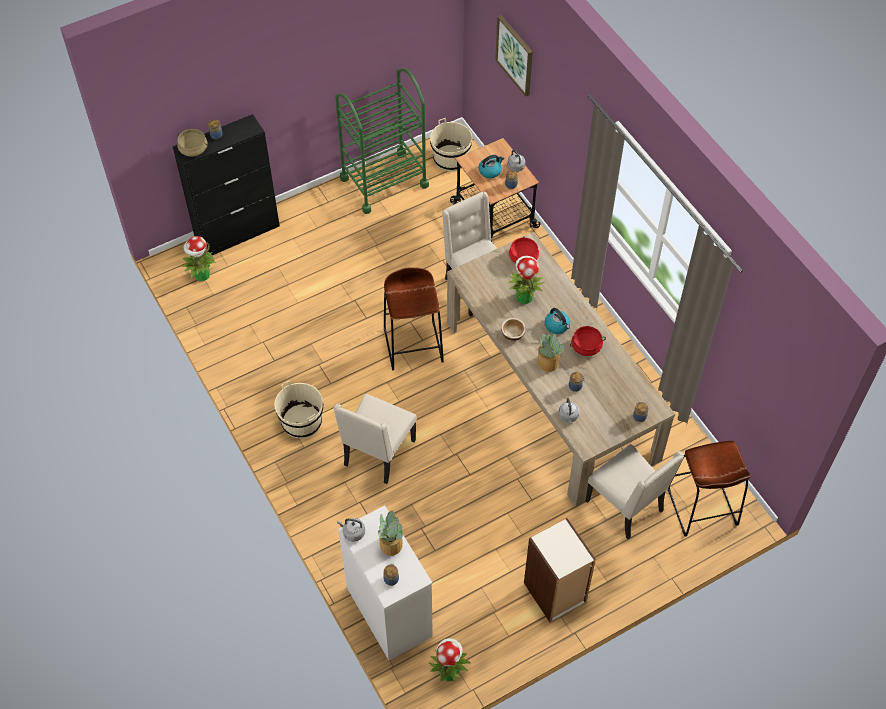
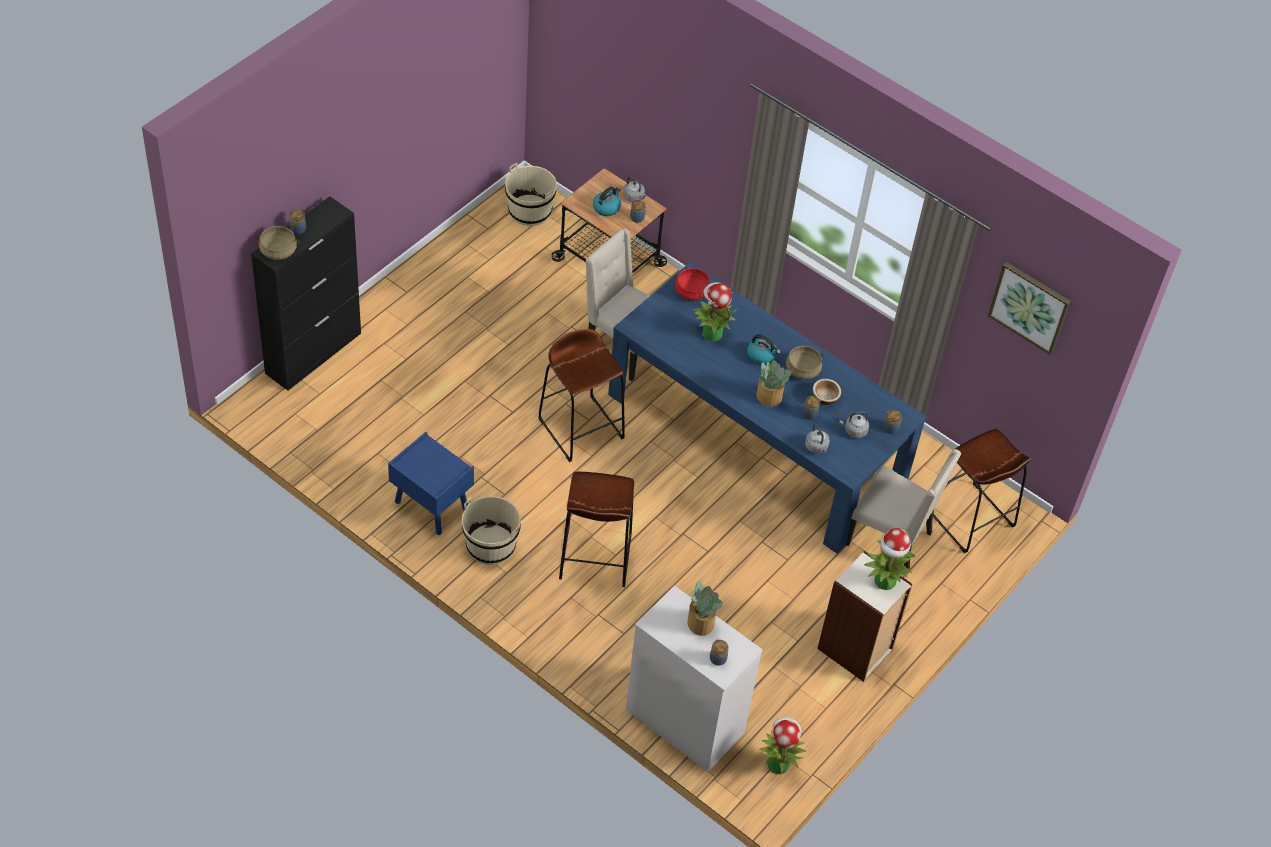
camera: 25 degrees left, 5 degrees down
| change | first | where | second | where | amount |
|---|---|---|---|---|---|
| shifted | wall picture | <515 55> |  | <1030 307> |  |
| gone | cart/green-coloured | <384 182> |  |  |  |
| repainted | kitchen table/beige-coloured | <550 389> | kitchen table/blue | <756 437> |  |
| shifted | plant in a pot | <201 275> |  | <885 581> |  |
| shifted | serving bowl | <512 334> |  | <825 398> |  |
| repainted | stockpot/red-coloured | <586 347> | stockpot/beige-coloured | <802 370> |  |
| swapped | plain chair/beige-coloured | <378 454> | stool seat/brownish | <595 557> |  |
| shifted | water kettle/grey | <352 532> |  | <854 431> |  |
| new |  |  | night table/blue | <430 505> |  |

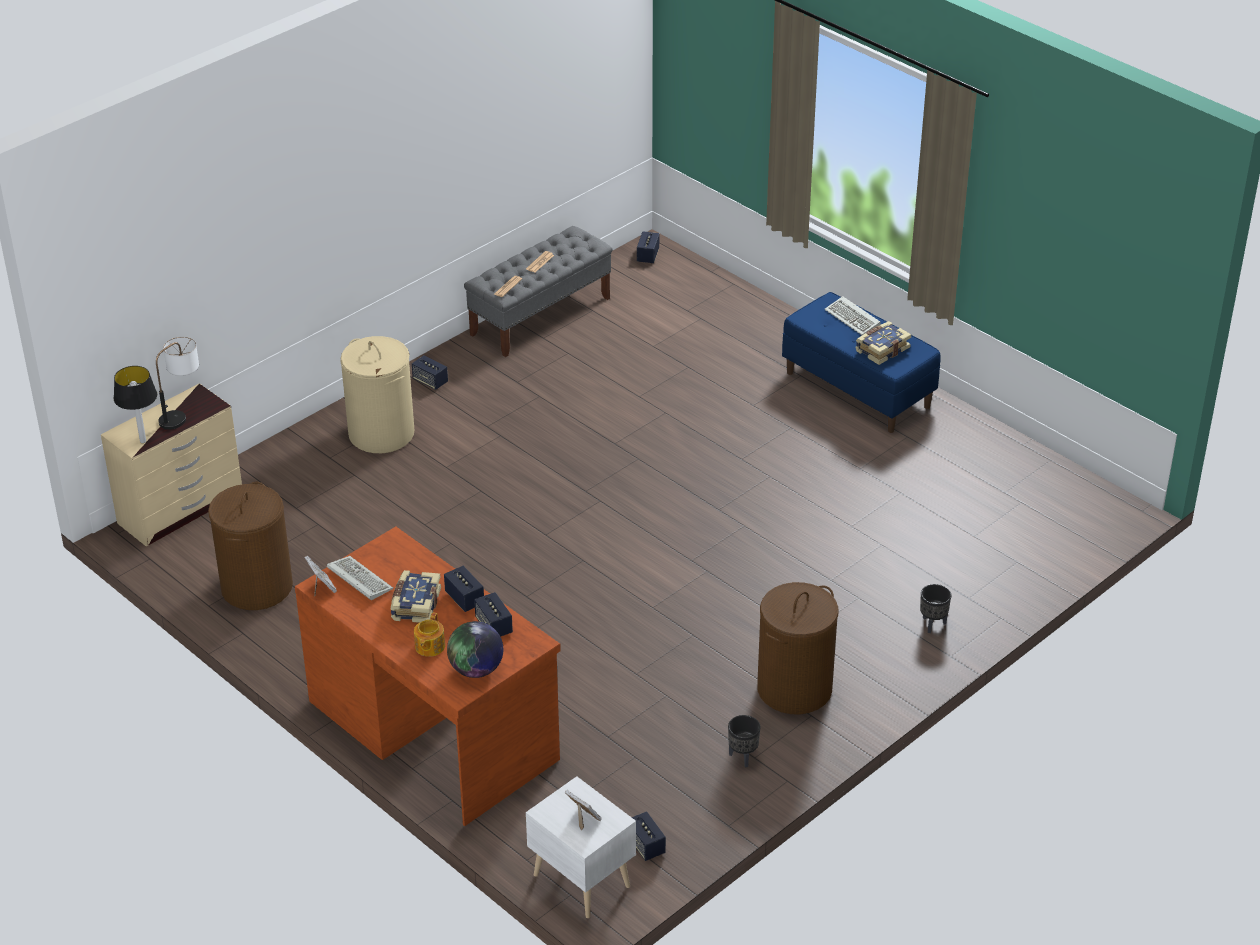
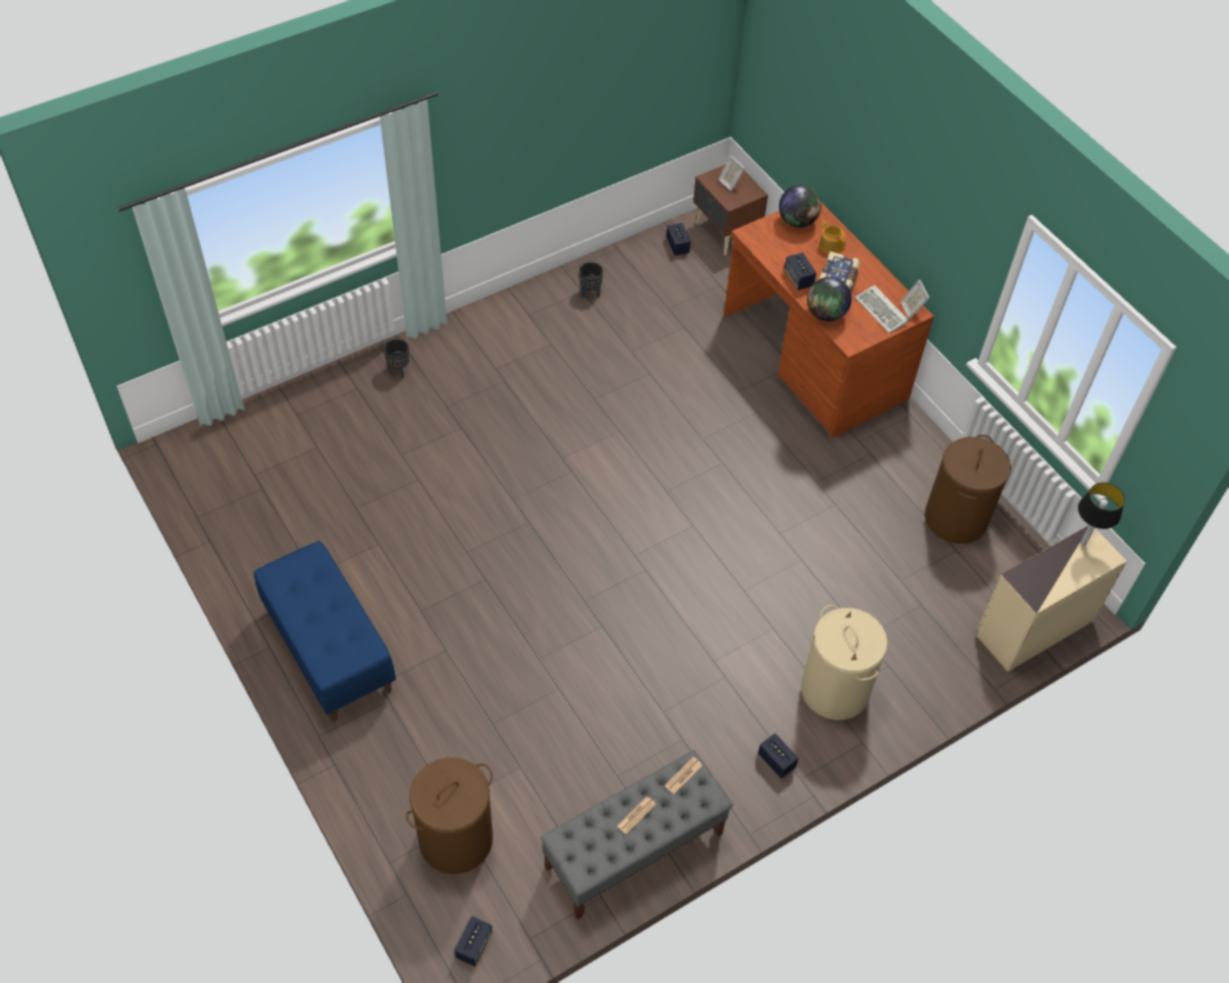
camera: 170 degrees left, 15 degrees up
| change | first | where | second | where | amount |
|---|---|---|---|---|---|
| gone | keyboard | <853 319> |  |  |  |
| gone | volume | <881 349> |  |  |  |
| gone | tabletop lamp | <182 414> |  |  |  |
| shifted | hamper/brownish | <794 689> |  | <456 838> |  |
| gone | loudspeaker | <494 626> |  |  |  |
| rotated | teapot | <429 647> |  | <830 245> | 60 degrees counterclockwise |
| repainted | night table/whitish | <582 879> | night table/brownish | <725 233> |  |
| new |  |  | desk globe | <826 314> |  |

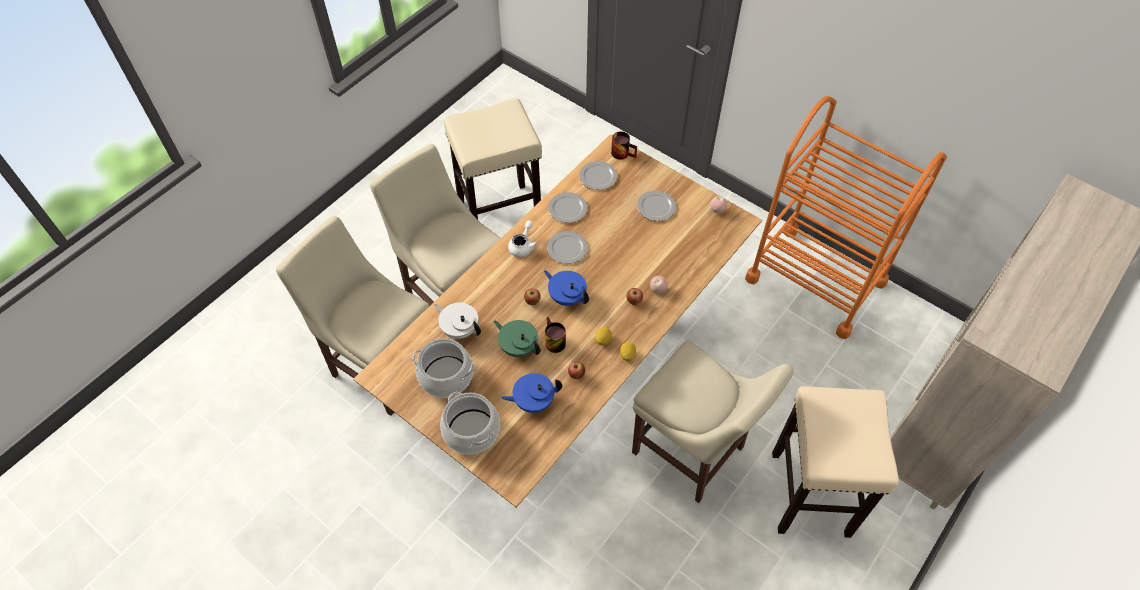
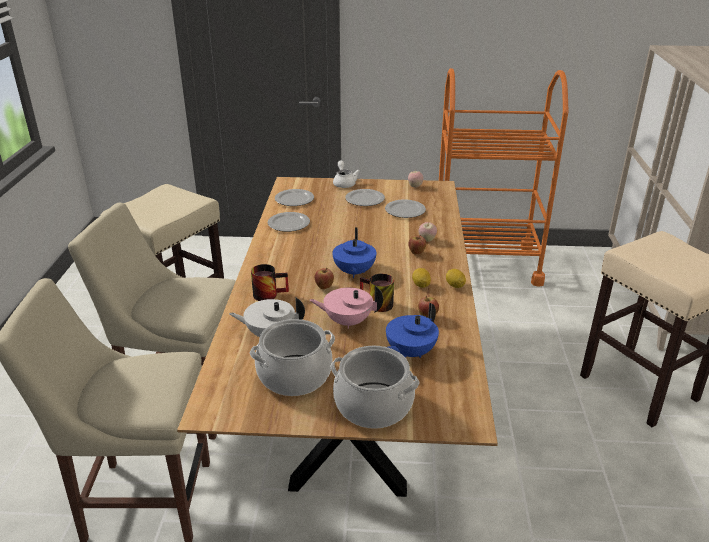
camera: 35 degrees left, 25 degrees down
| change | first | where | second | where | amount |
|---|---|---|---|---|---|
| shifted | tea mug | <623 153> |  | <269 293> |  |
| shifted | teapot/whitish | <523 246> |  | <344 183> |  |
| shifted | flat dish | <568 248> |  | <405 210> |  |
| rotated | teapot/blue | <567 297> |  | <353 272> | 90 degrees counterclockwise |
| repainted | teapot/green-coloured | <518 347> | teapot/pinkish | <347 321> |  |
| gone | plain chair/beige-coloured | <692 454> |  |  |  |

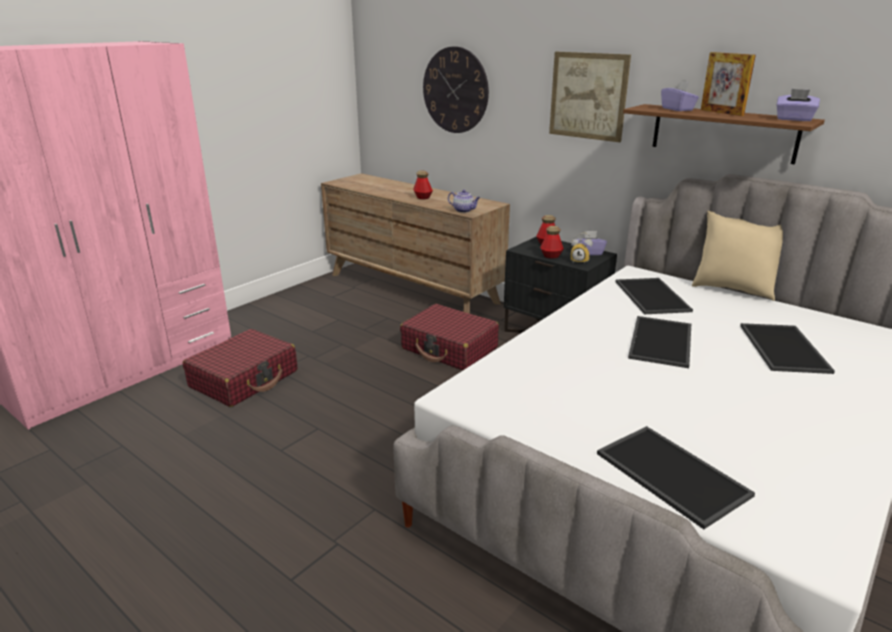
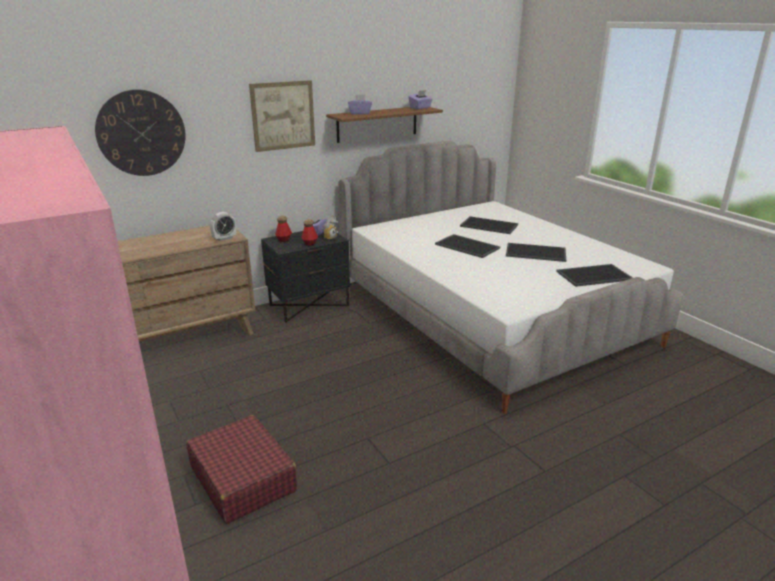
camera: 70 degrees left, 0 degrees up
| change | first | where | second | where | amount |
|---|---|---|---|---|---|
| gone | photo frame | <721 112> |  |  |  |
| gone | drink bottle | <423 197> |  |  |  |
| swapped | teapot | <464 210> | bedside clock | <224 238> |  |
| gone | cushion/beige-coloured | <732 289> |  |  |  |
| shifted | serving tray | <650 296> |  | <535 253> |  |
| gone | travel case/red-coloured | <449 348> |  |  |  |

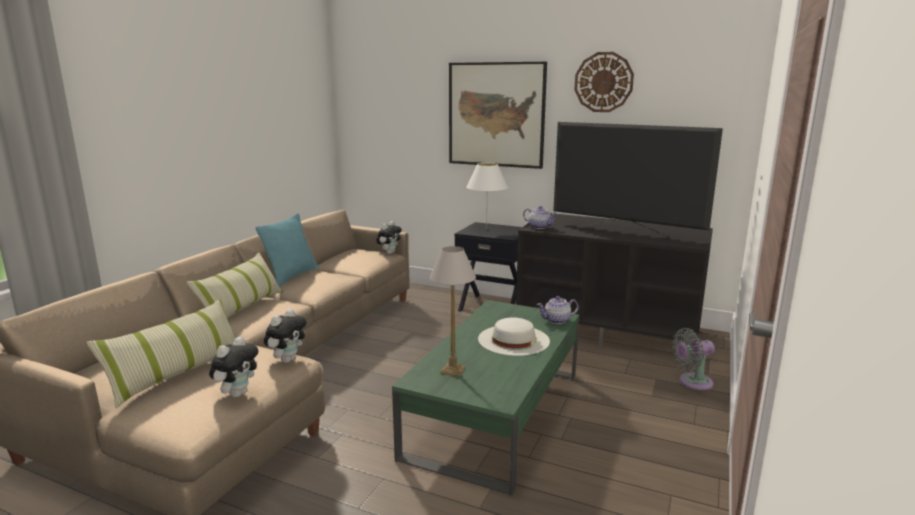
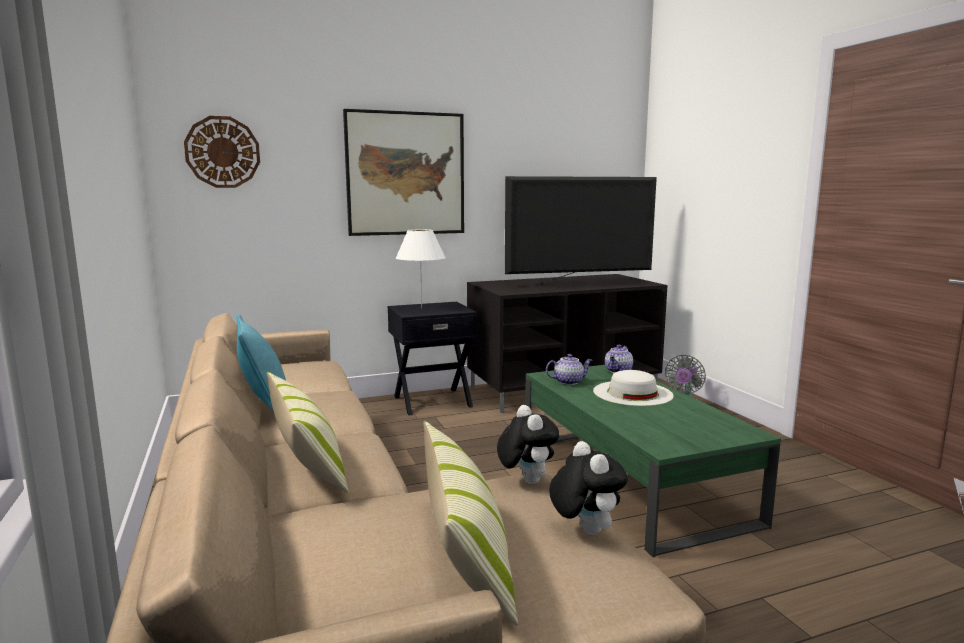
camera: 45 degrees left, 5 degrees down
| change | first | where | second | where | amount |
|---|---|---|---|---|---|
| shifted | clock on the wall | <603 82> |  | <222 152> |  |
| shifted | teapot | <540 227> |  | <568 381> |  |
| gone | soft toy | <389 253> |  |  |  |
| gone | tabletop lamp | <453 370> |  |  |  |

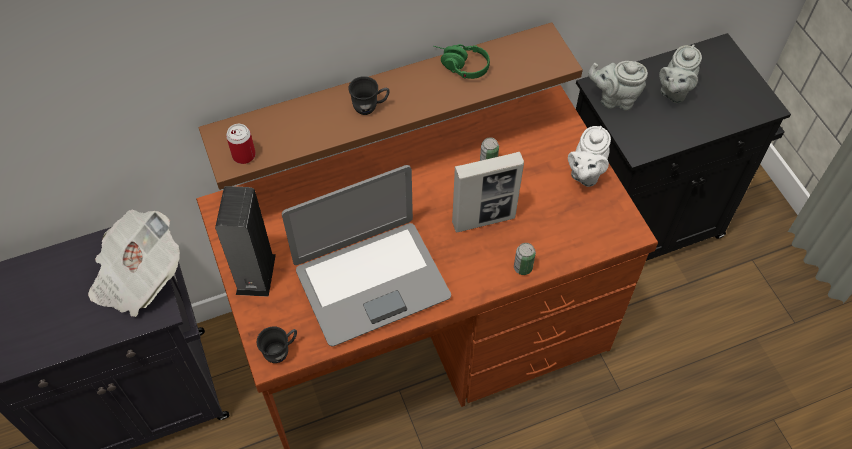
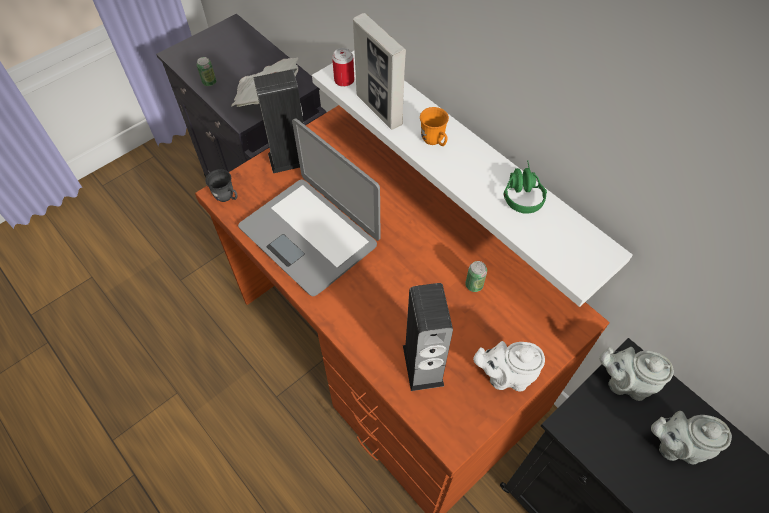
camera: 70 degrees right, 0 degrees up
| change | first | where | second | where | amount |
|---|---|---|---|---|---|
| repainted | bracket shelf/brownish | <383 95> | bracket shelf/whitish | <476 161> |  |
| rotated | teapot/grey | <614 99> |  | <625 382> | 60 degrees counterclockwise |
| repainted | tea mug/grey | <370 107> | tea mug/orange-coloured | <434 142> |  |
| shifted | photo frame | <484 220> |  | <379 110> |  |
| shifted | can | <523 268> |  | <209 82> |  |
| new |  |  | loudspeaker | <423 365> |  |

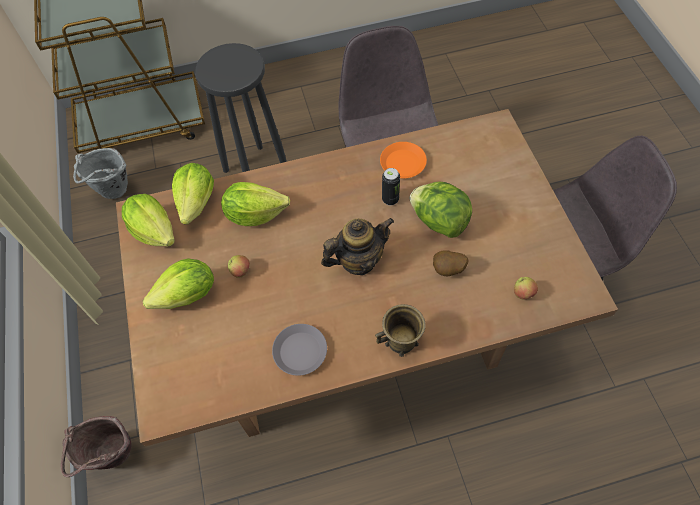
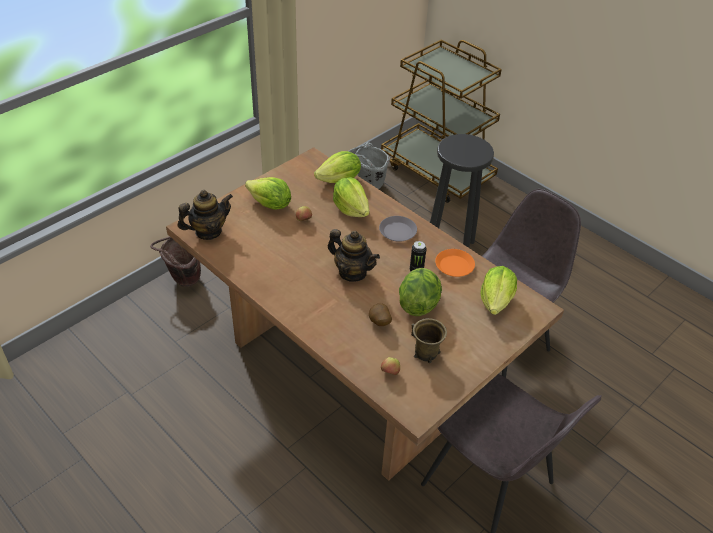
camera: 55 degrees right, 15 degrees down
| change | first | where | second | where | amount |
|---|---|---|---|---|---|
| shifted | lettuce head | <154 231> |  | <496 301> |  |
| shifted | tea mug/brownish | <401 341> |  | <425 353> |  |
| shifted | flat dish/grey | <300 351> |  | <398 232> |  |
| new |  |  | teapot | <208 231> |  |

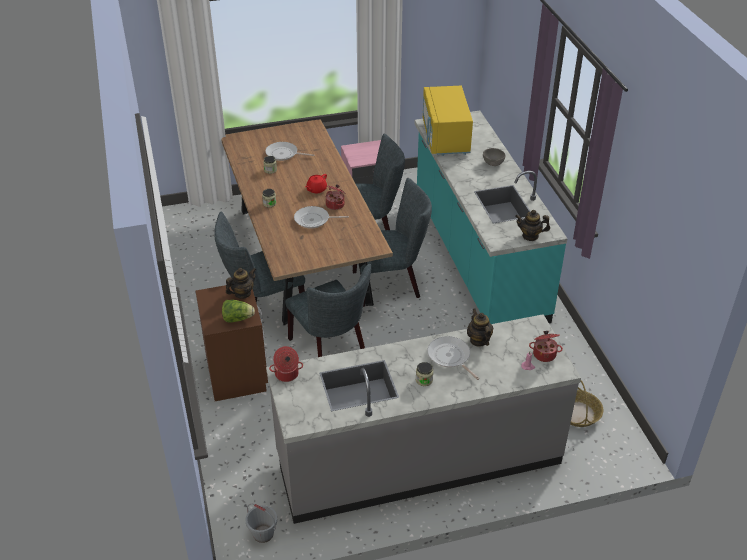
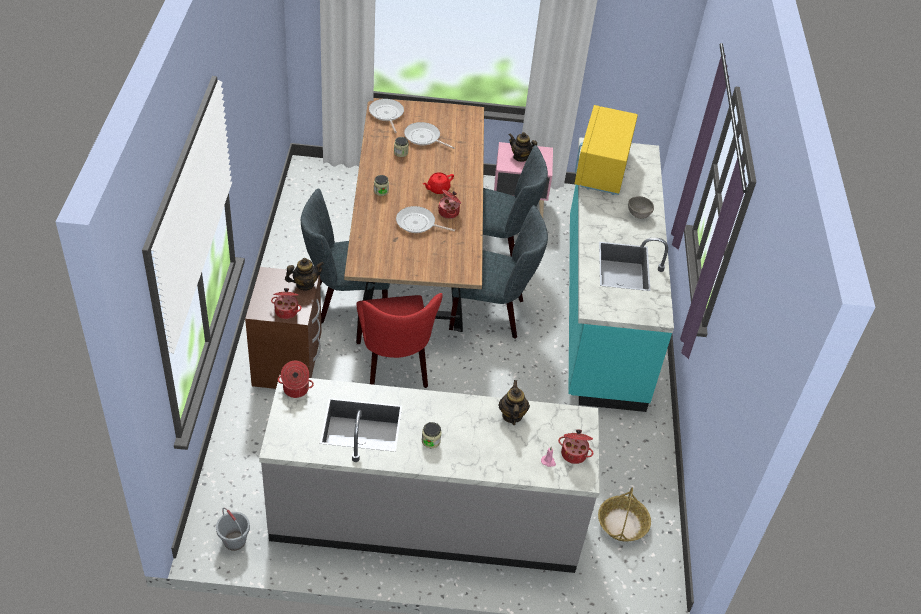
camera: 15 degrees right, 5 degrees up
| change | first | where | second | where | amount |
|---|---|---|---|---|---|
| shifted | teapot | <530 236> |  | <520 157> |  |
| repainted | plain chair/grey | <331 350> | plain chair/red-coloured | <394 368> |  |
| swapped | lettuce head | <237 319> | stockpot | <286 311> |  |
| shifted | skillet | <450 357> |  | <386 114> |  |

